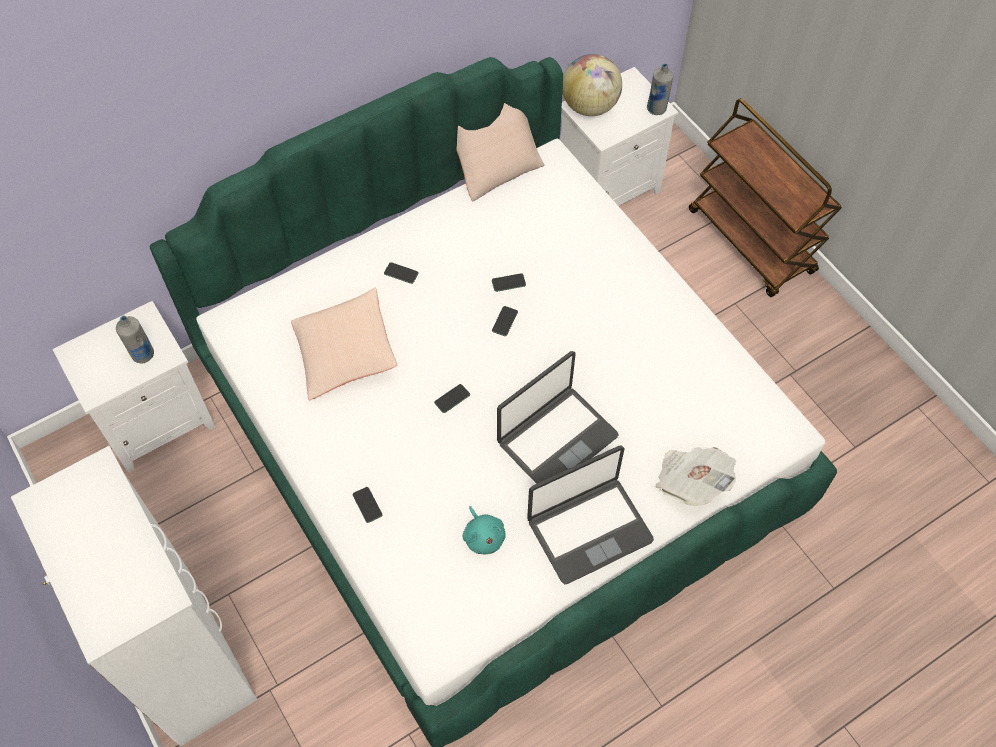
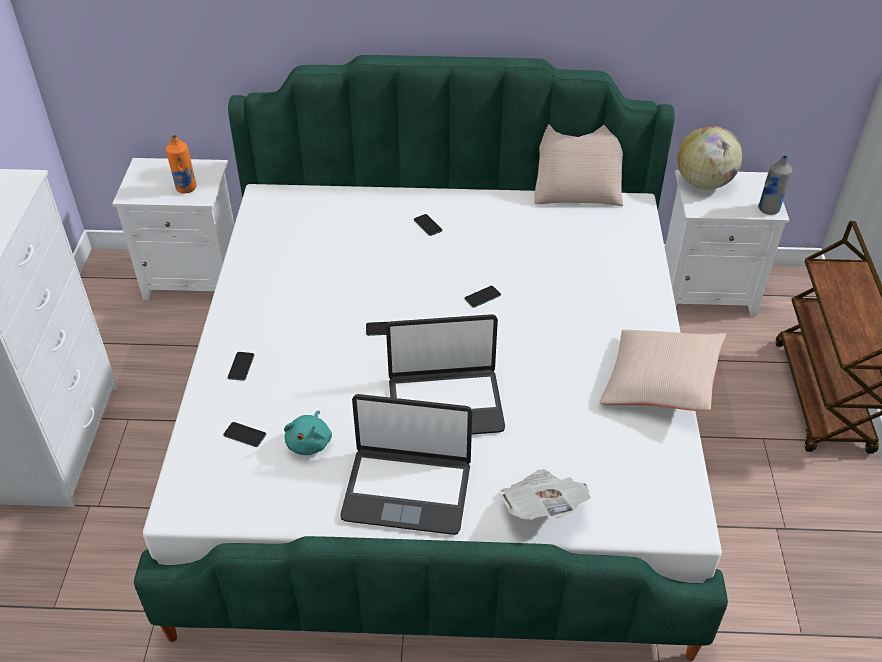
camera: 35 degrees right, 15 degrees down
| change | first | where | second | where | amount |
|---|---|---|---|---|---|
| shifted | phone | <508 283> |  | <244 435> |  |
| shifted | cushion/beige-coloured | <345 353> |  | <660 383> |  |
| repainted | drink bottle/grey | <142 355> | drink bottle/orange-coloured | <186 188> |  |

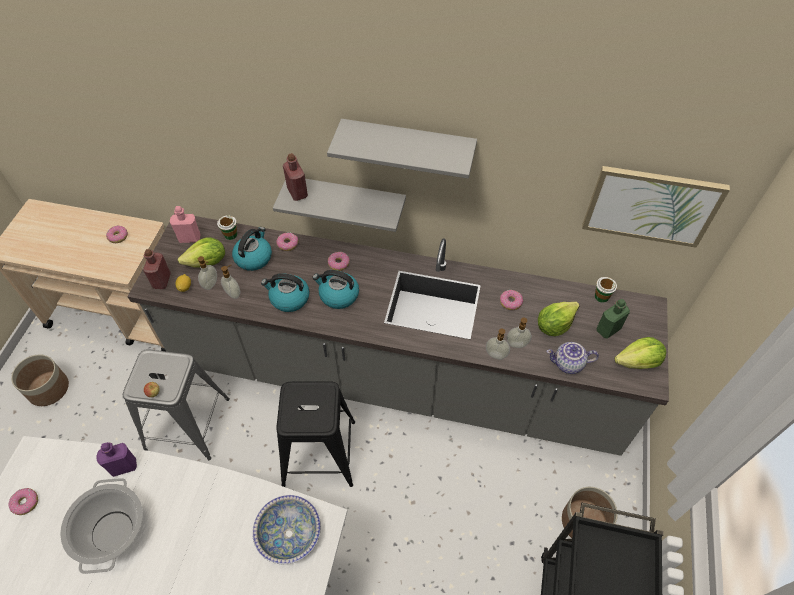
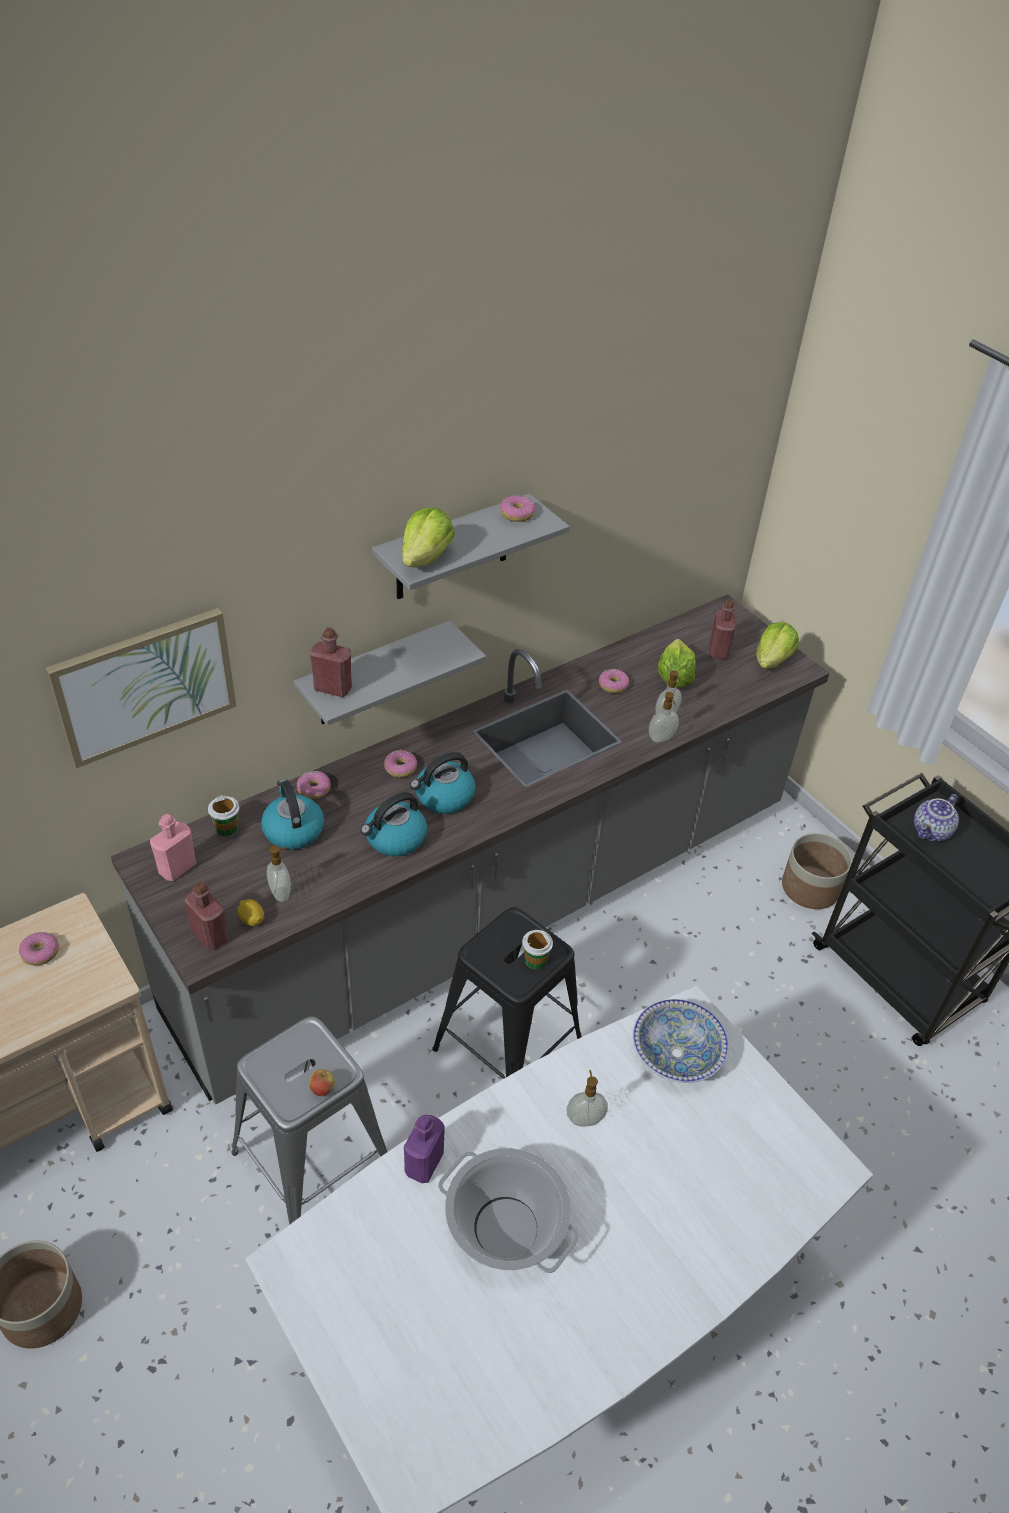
camera: 50 degrees left, 10 degrees down
| change | first | where | second | where | amount |
|---|---|---|---|---|---|
| shifted | wall picture | <651 205> |  | <145 685> |  |
| shifted | lettuce head | <207 263> |  | <426 558> |  |
| shifted | soap dispenser | <233 293> |  | <584 1118> |  |
| shifted | drinking cup | <601 296> |  | <535 960> |  |
| repainted | drink bottle/green-coloured | <608 329> | drink bottle/red-coloured | <718 651> |  |
| shifted | teapot | <568 364> |  | <932 832> |  |
| shifted | donut | <25 503> |  | <517 514> |  |

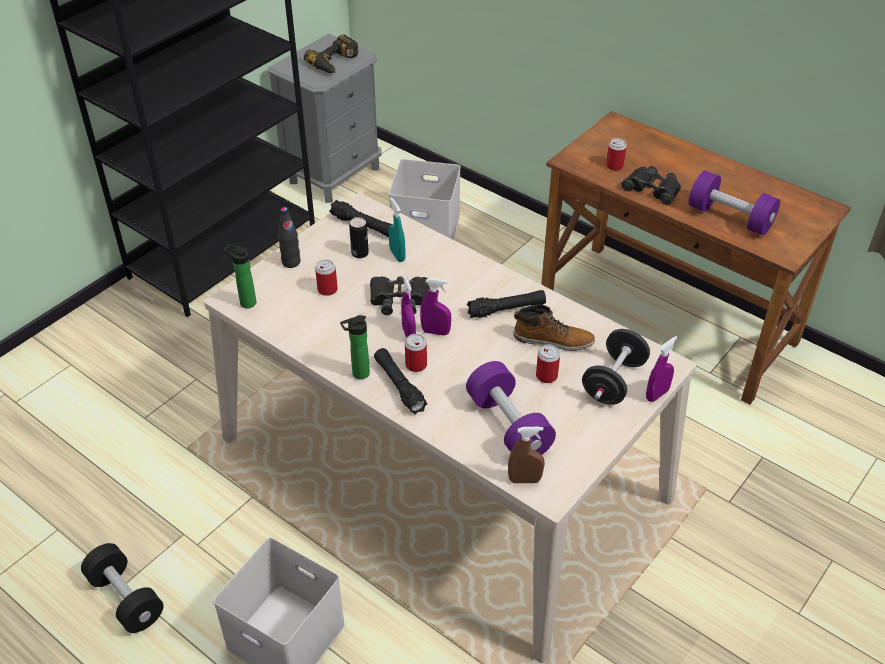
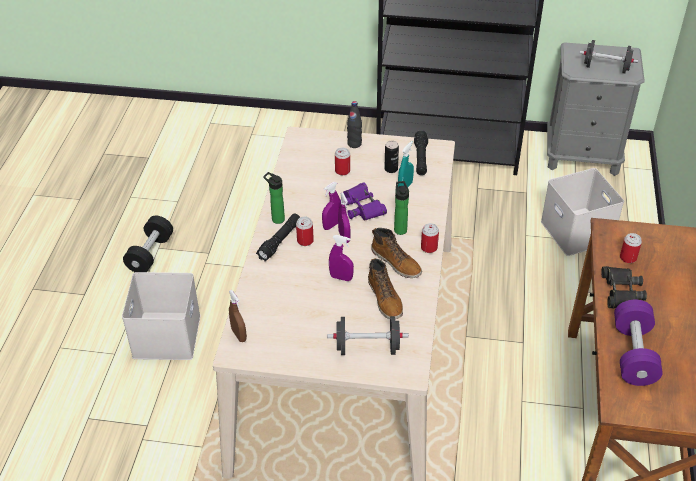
camera: 60 degrees right, 0 degrees up
| change | first | where | second | where | amount |
|---|---|---|---|---|---|
| swapped | power drill | <336 63> | hand weight/black | <606 68> |  |
| shifted | drink bottle | <245 302> |  | <400 229> |  |
| repainted | field glasses/black | <399 299> | field glasses/purple | <361 207> |  |
| swapped | flashlight/black | <506 309> | boot | <396 262> |  |
| shifted | hand sprayer/purple | <657 394> |  | <341 277> |  |
| shifted | can | <546 376> |  | <429 248> |  |
| gone | hand weight/purple | <508 426> |  |  |  |

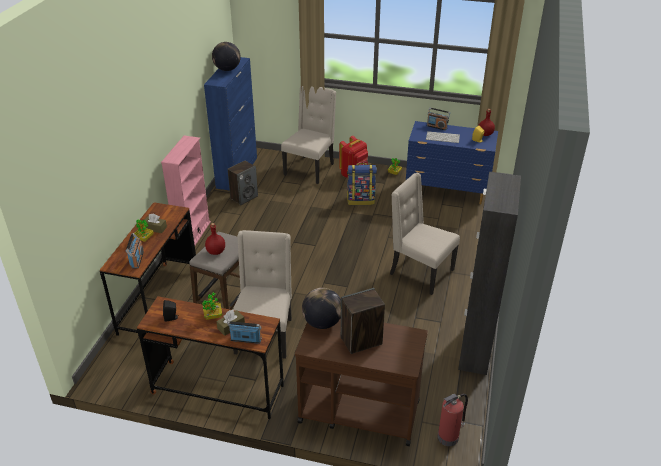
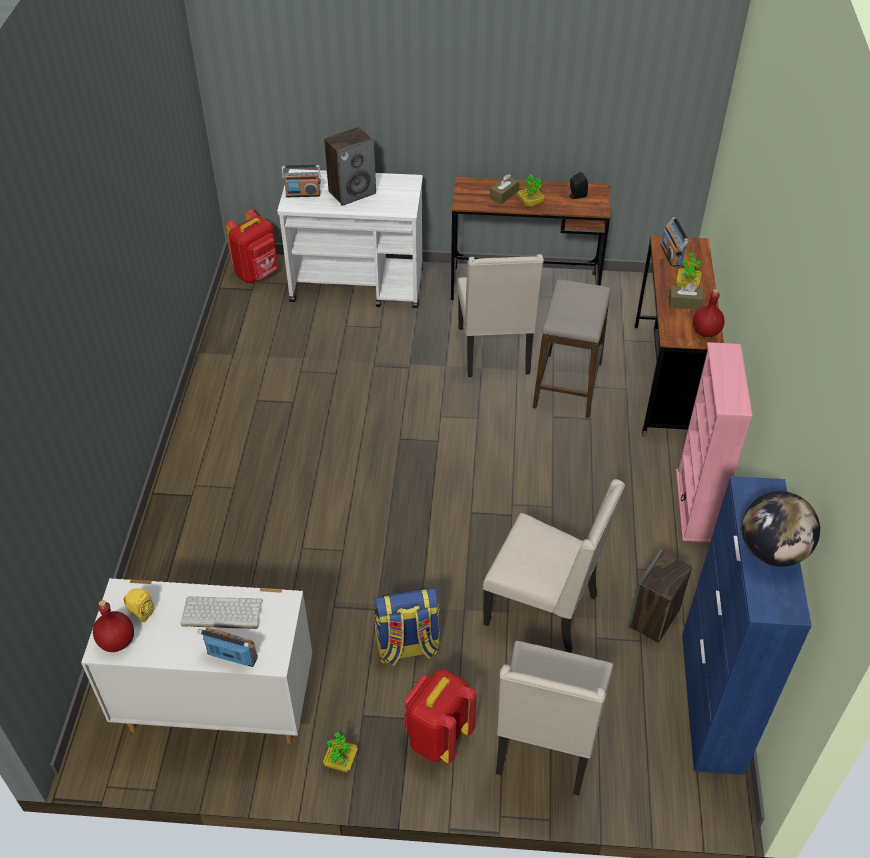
camera: 170 degrees right, 10 degrees up
| change | first | where | second | where | amount |
|---|---|---|---|---|---|
| repainted | dresser/blue | <447 192> | dresser/whitish | <216 705> |  |
| gone | storage cabinet/black | <475 350> |  |  |  |
| shifted | plain chair/beige-coloured | <420 272> |  | <544 609> |  |
| shifted | drink bottle/red-coloured | <215 252> |  | <706 331> |  |
| gone | desk globe | <322 323> |  |  |  |
| repainted | cart/brownish | <358 411> | cart/whitish | <358 285> |  |
| shifted | radio receiver | <246 340> |  | <303 194> |  |
| swapped | extinguisher | <449 436> | knapsack/red-coloured | <258 274> |  |

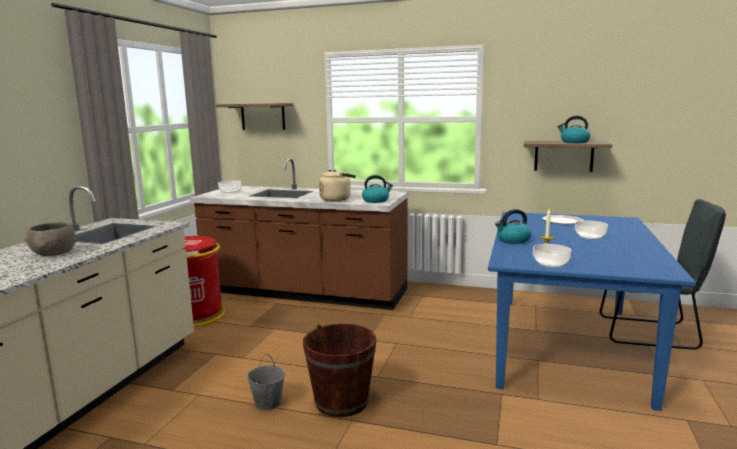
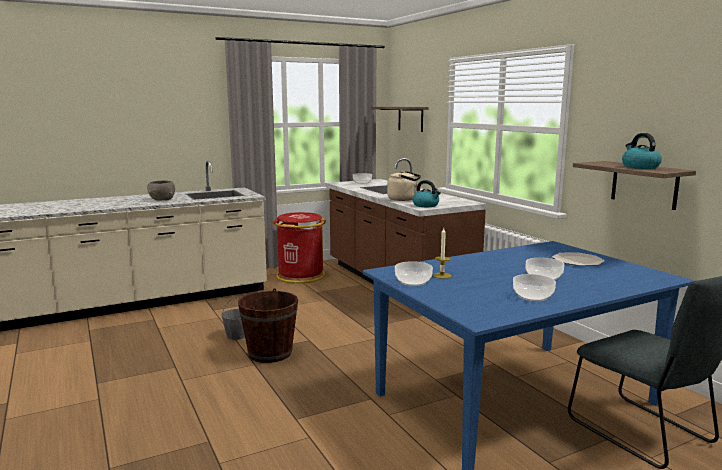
camera: 45 degrees right, 0 degrees up
| change | first | where | second | where | amount |
|---|---|---|---|---|---|
| gone | water kettle | <513 240> |  |  |  |
| new |  |  | serving bowl | <533 296> |  |

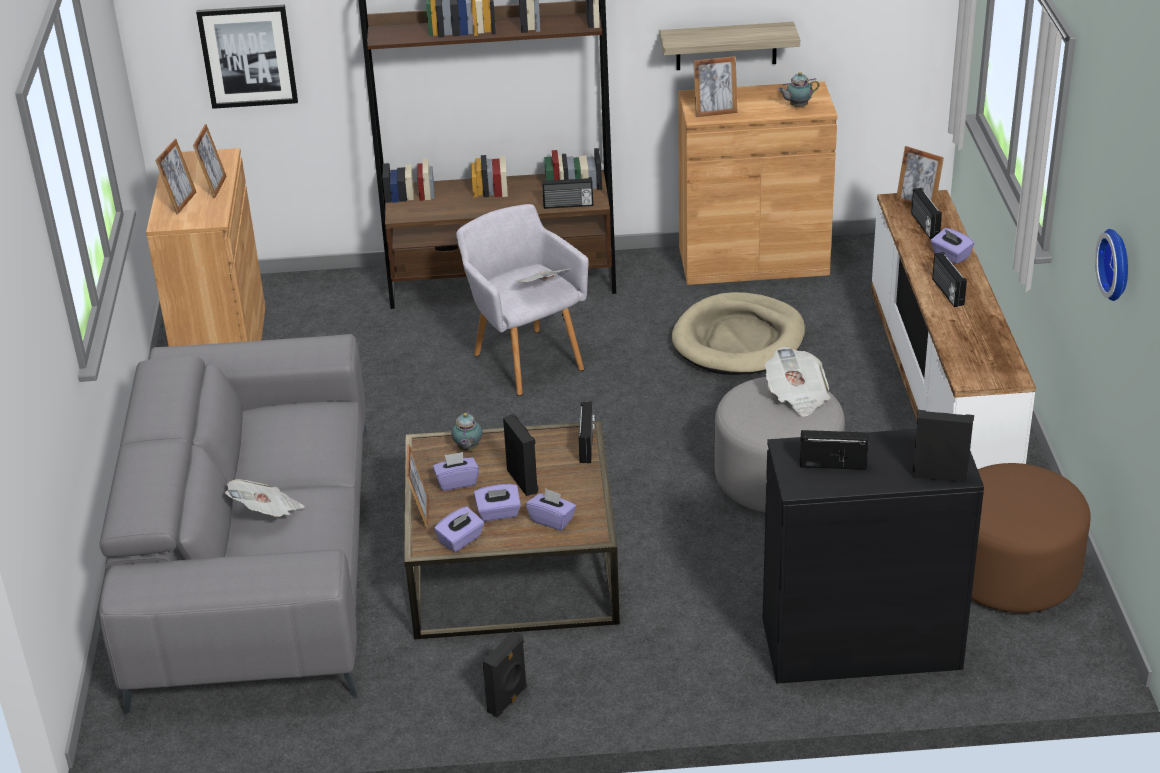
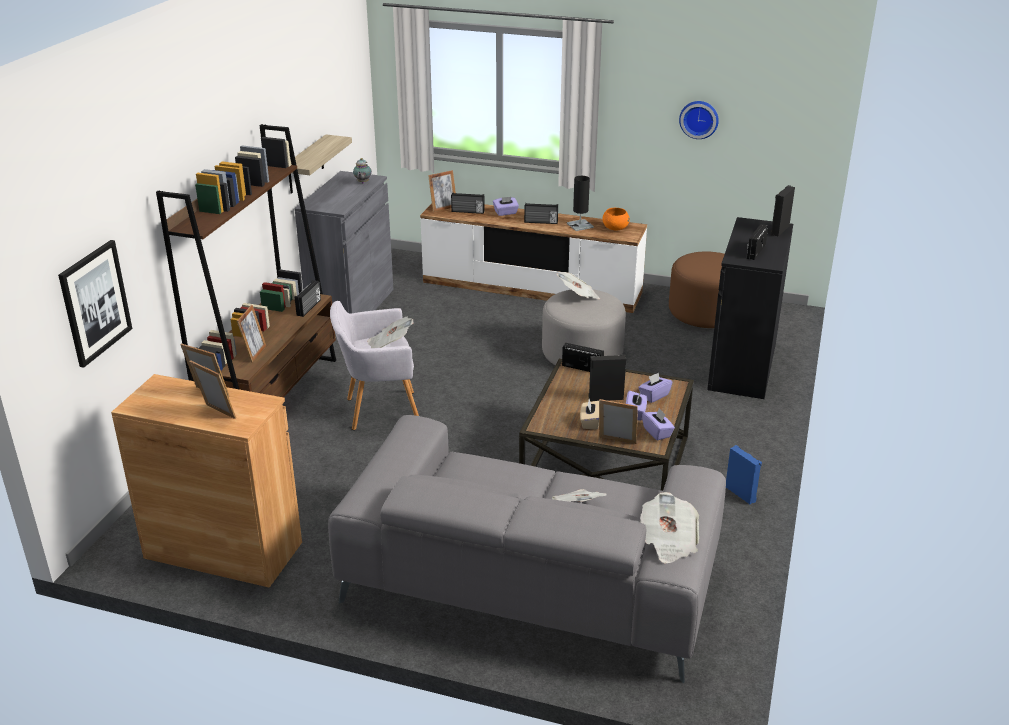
camera: 70 degrees left, 5 degrees down
| change | first | where | second | where | amount |
|---|---|---|---|---|---|
| shifted | photo frame | <715 112> |  | <254 353> |  |
| repainted | storage cabinet/brownish | <753 261> | storage cabinet/grey | <351 307> |  |
| gone | dog cushion/beige-coloured | <739 340> |  |  |  |
| gone | teapot | <467 449> |  |  |  |
| repainted | tissue box/purple | <456 482> | tissue box/beige-coloured | <590 422> |  |
| repainted | loudspeaker/black | <508 700> | loudspeaker/blue | <741 493> |  |
| new |  |  | tabletop lamp/black | <580 225> |  |
| new |  |  | serving bowl/orange-coloured | <615 228> |  |
| new |  |  | newspaper | <668 542> |  |

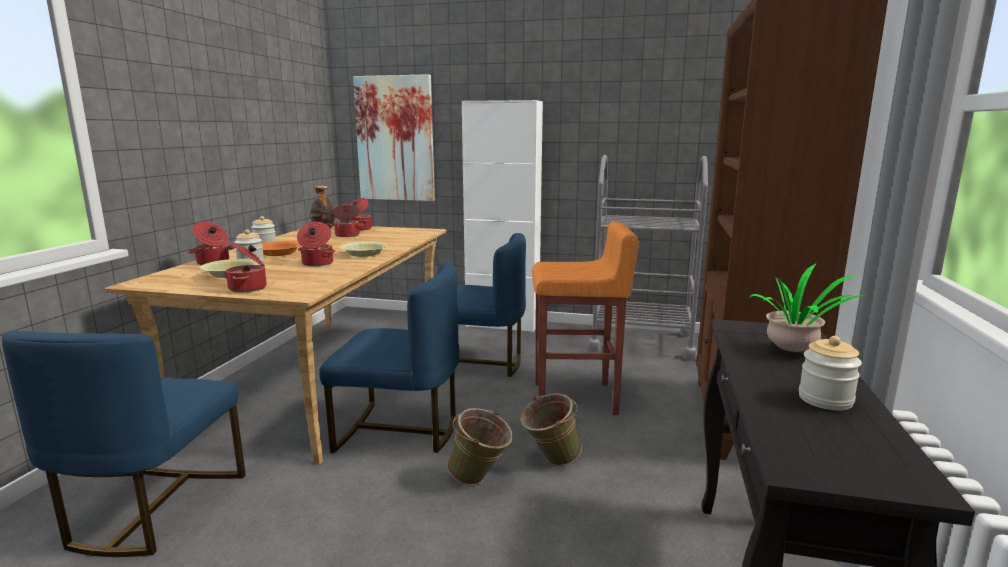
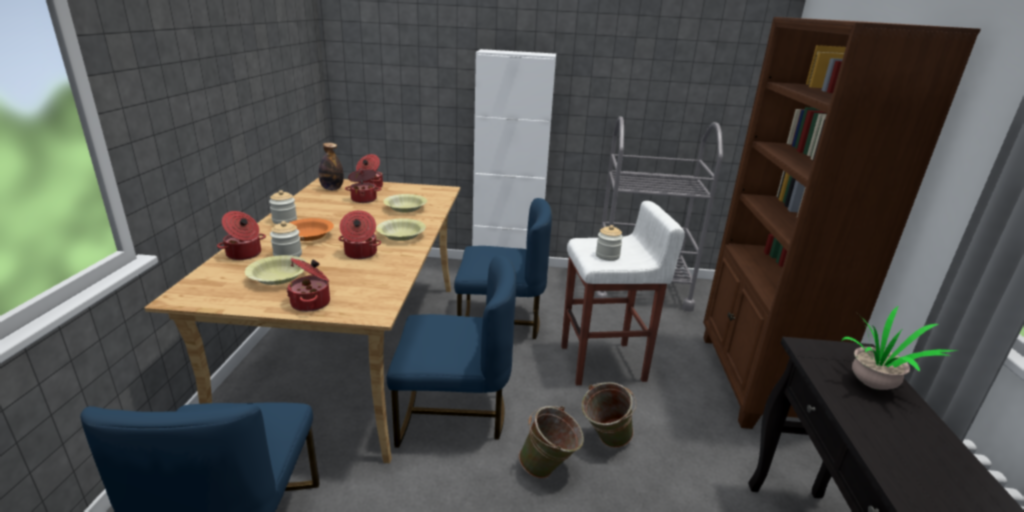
camera: 10 degrees left, 10 degrees up
| change | first | where | second | where | amount |
|---|---|---|---|---|---|
| gone | wall picture | <395 139> |  |  |  |
| repainted | stool seat/orange-coloured | <576 399> | stool seat/whitish | <604 364> |  |
| shifted | storage jar | <825 400> |  | <607 256> |  |
| new |  |  | serving bowl/yellow-coloured | <405 208> |  |

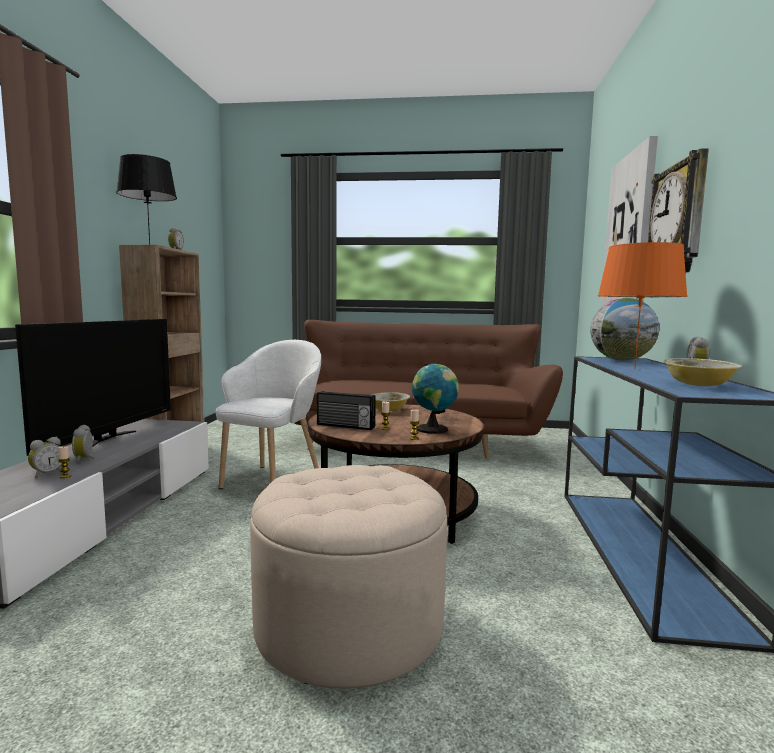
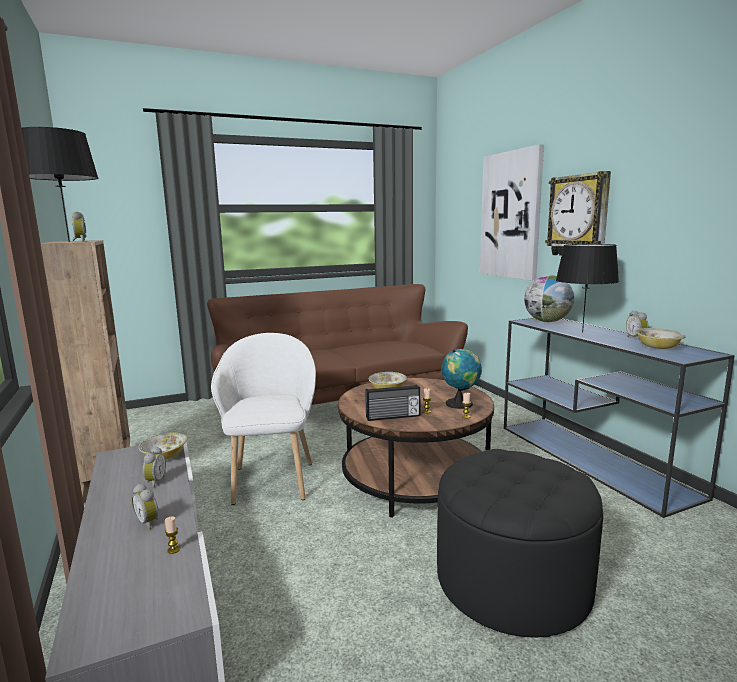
camera: 30 degrees left, 5 degrees up
| change | first | where | second | where | amount |
|---|---|---|---|---|---|
| repainted | tabletop lamp/orange-coloured | <635 368> | tabletop lamp/black | <582 332> |  |
| gone | television | <109 438> |  |  |  |
| shifted | bedside clock | <47 474> |  | <154 482> |  |
| repainted | pouffe/beige-coloured | <349 623> | pouffe/black | <512 581> |  |
| new |  |  | serving bowl | <165 456> |  |

